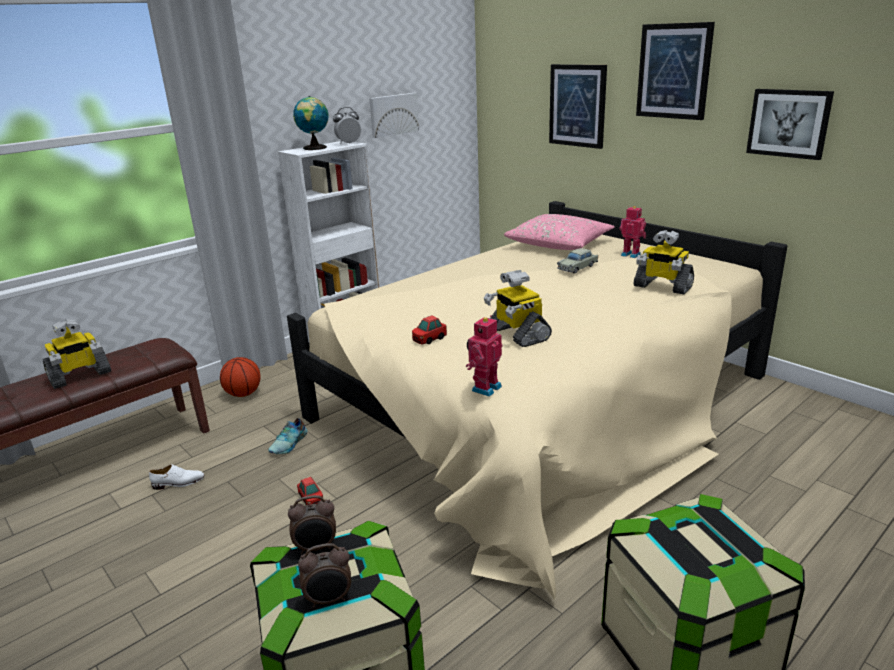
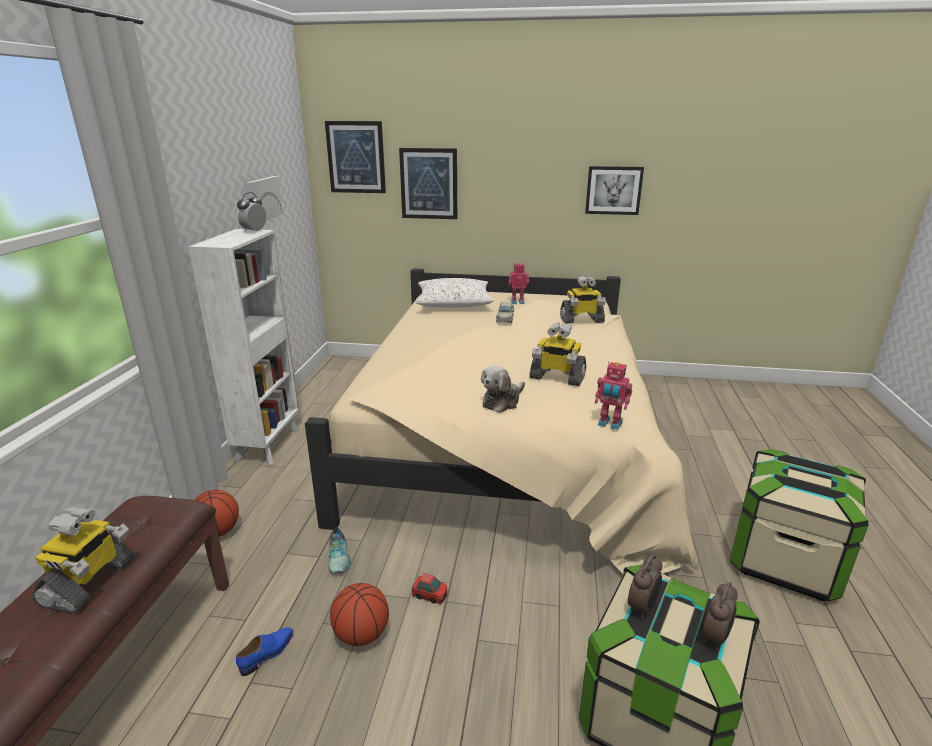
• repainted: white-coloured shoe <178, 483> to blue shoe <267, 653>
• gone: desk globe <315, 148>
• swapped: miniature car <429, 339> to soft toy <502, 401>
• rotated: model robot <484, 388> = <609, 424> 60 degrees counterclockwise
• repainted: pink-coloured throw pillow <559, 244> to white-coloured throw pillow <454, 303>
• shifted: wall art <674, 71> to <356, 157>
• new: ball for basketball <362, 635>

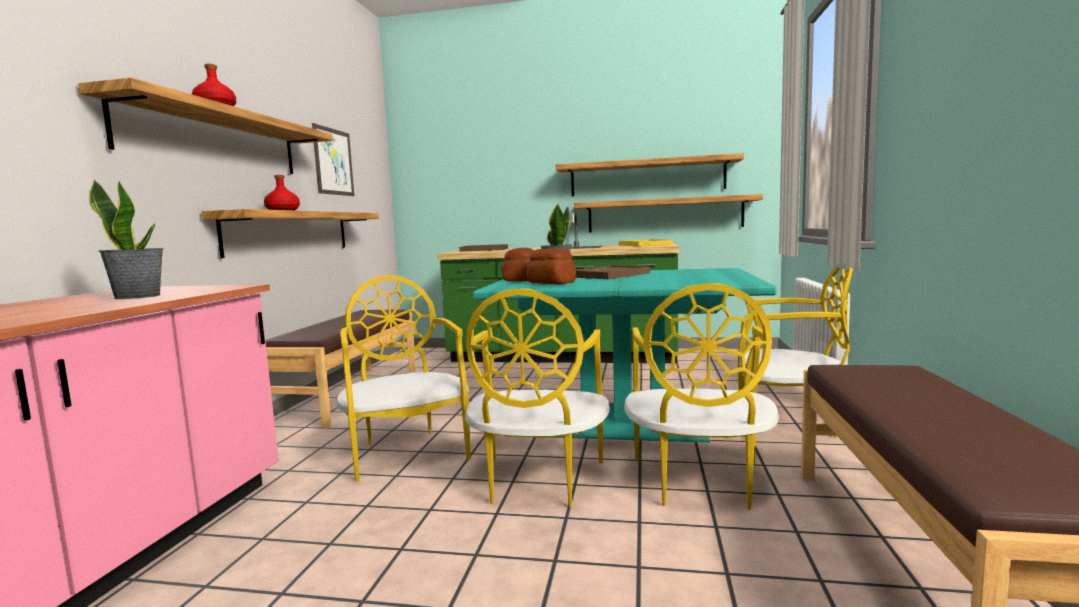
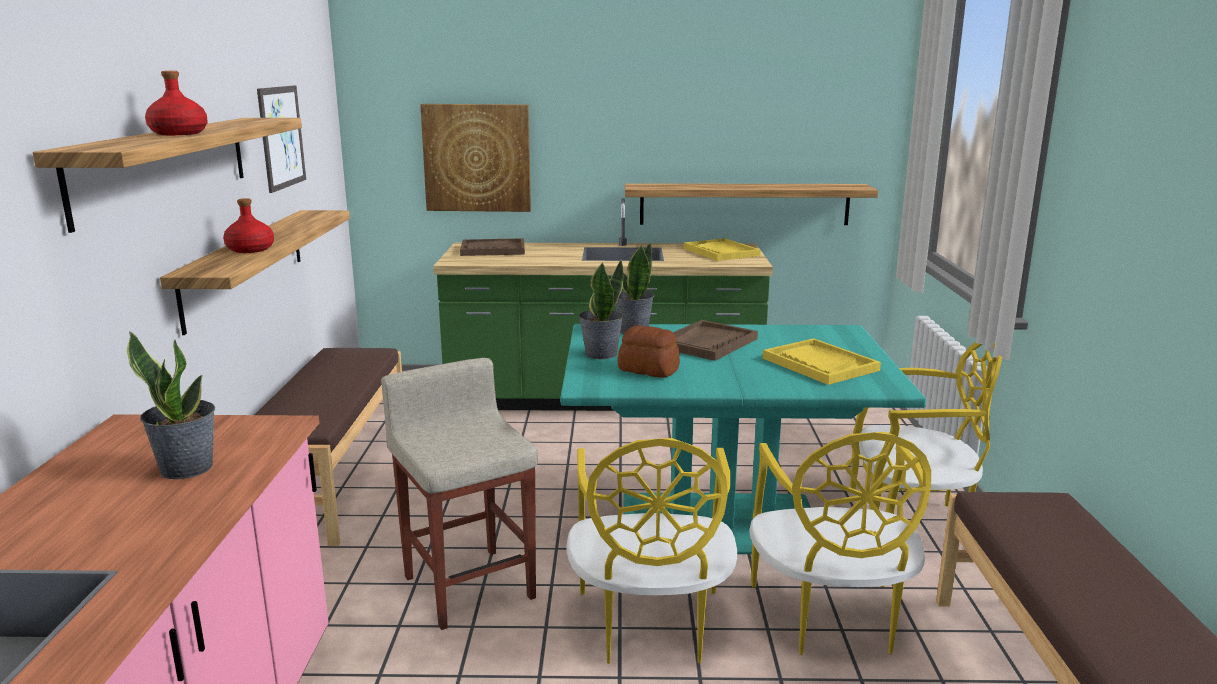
• swapped: yellow-coloured plain chair <407, 452> to beige sitting stool <468, 586>
• swapped: baked bread <522, 279> to houseplant <600, 354>
• gone: wall shelf <646, 177>
• new: wall art <477, 158>
• new: yellow-coloured serving tray <819, 364>

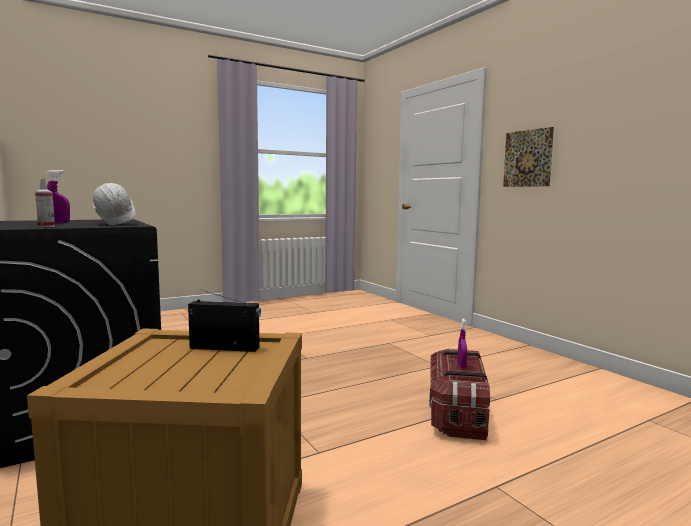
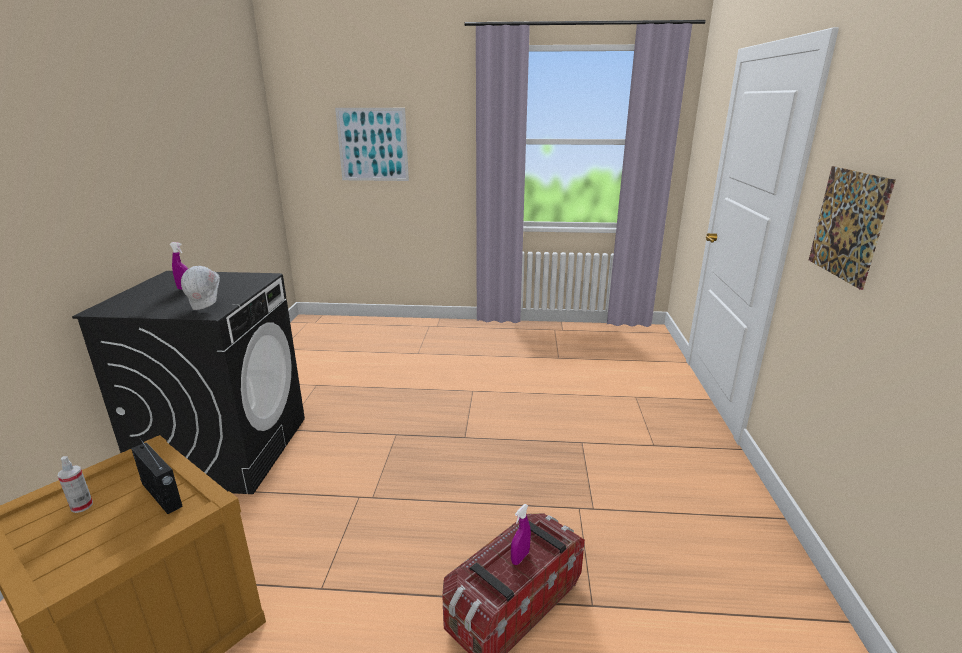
• shifted: sprayer <46, 226> to <82, 506>
• new: wall art <372, 145>

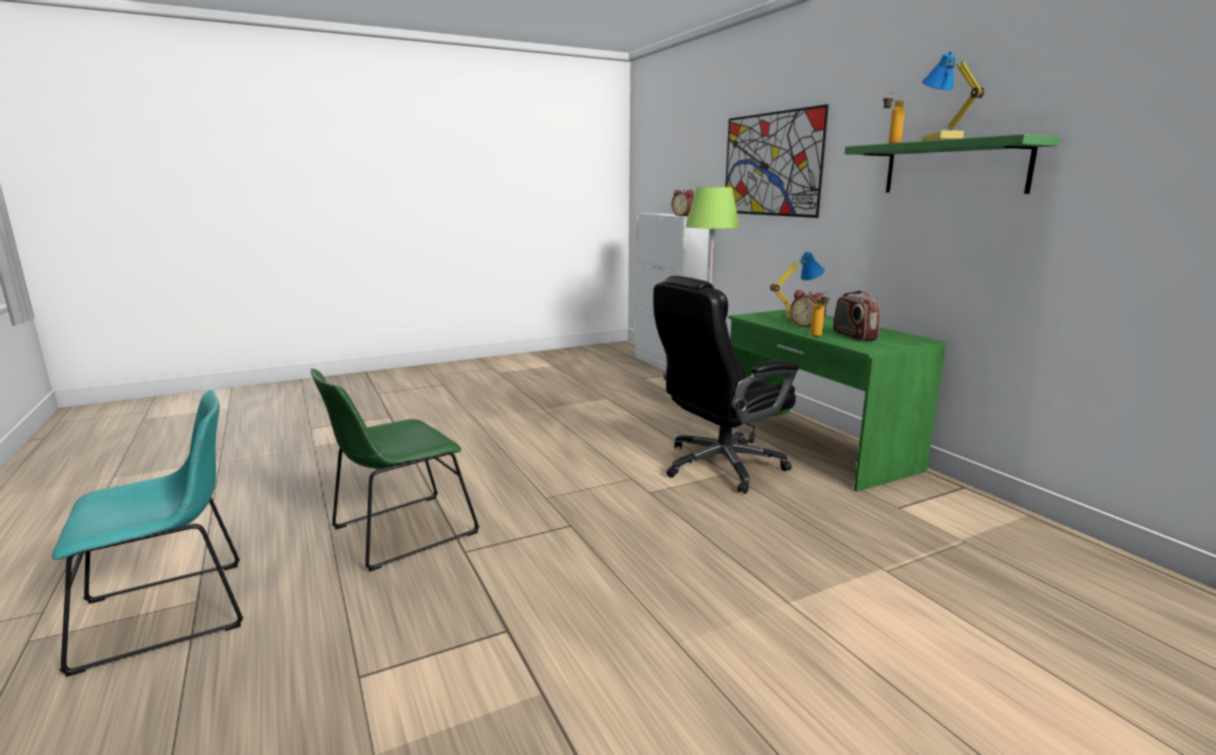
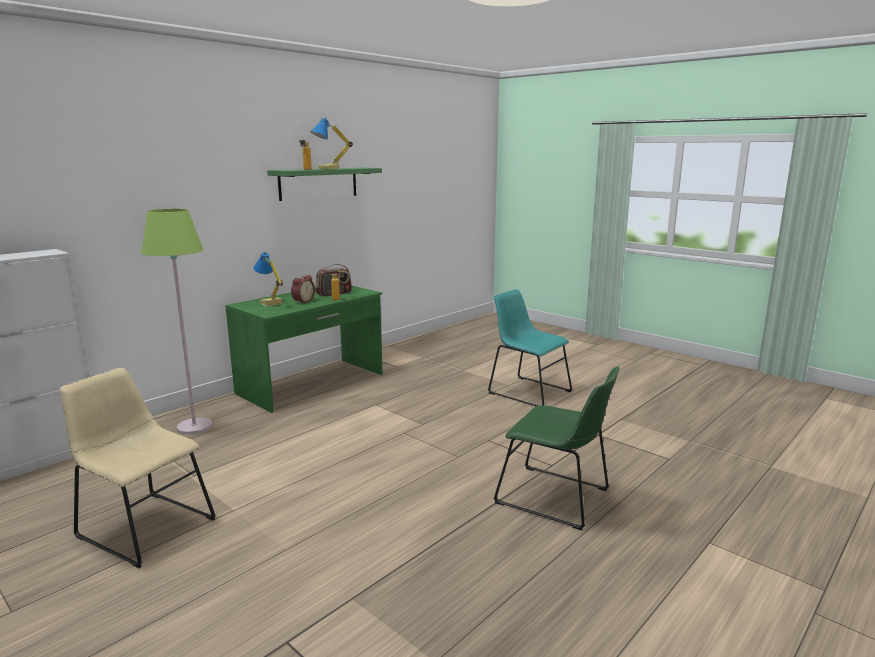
• shifted: blue-green plain chair <173, 611> to <526, 391>
• gone: black desk chair <720, 466>
• gone: alarm clock <684, 216>
• gone: wall art <771, 164>
• new: beige plain chair <143, 526>

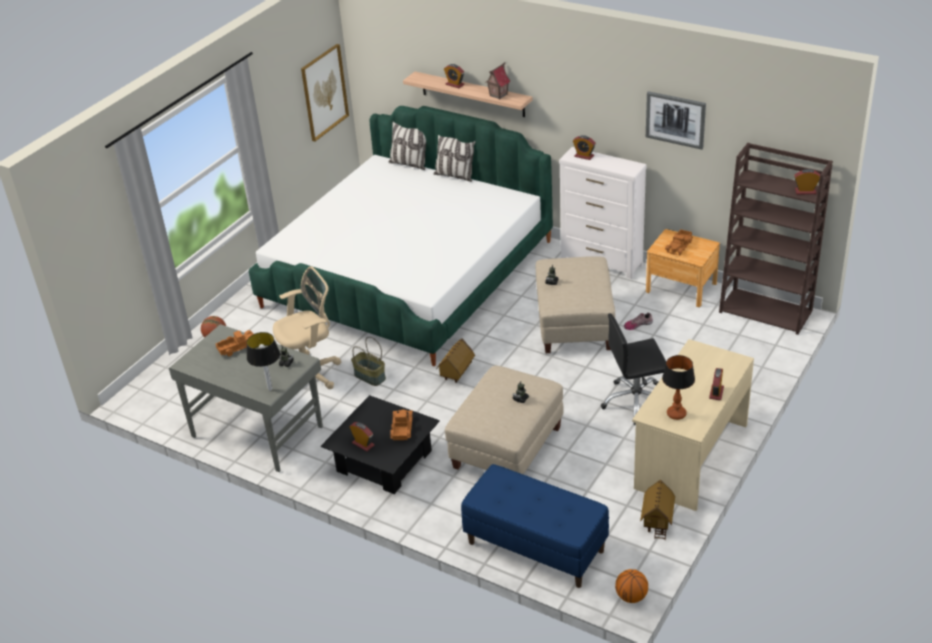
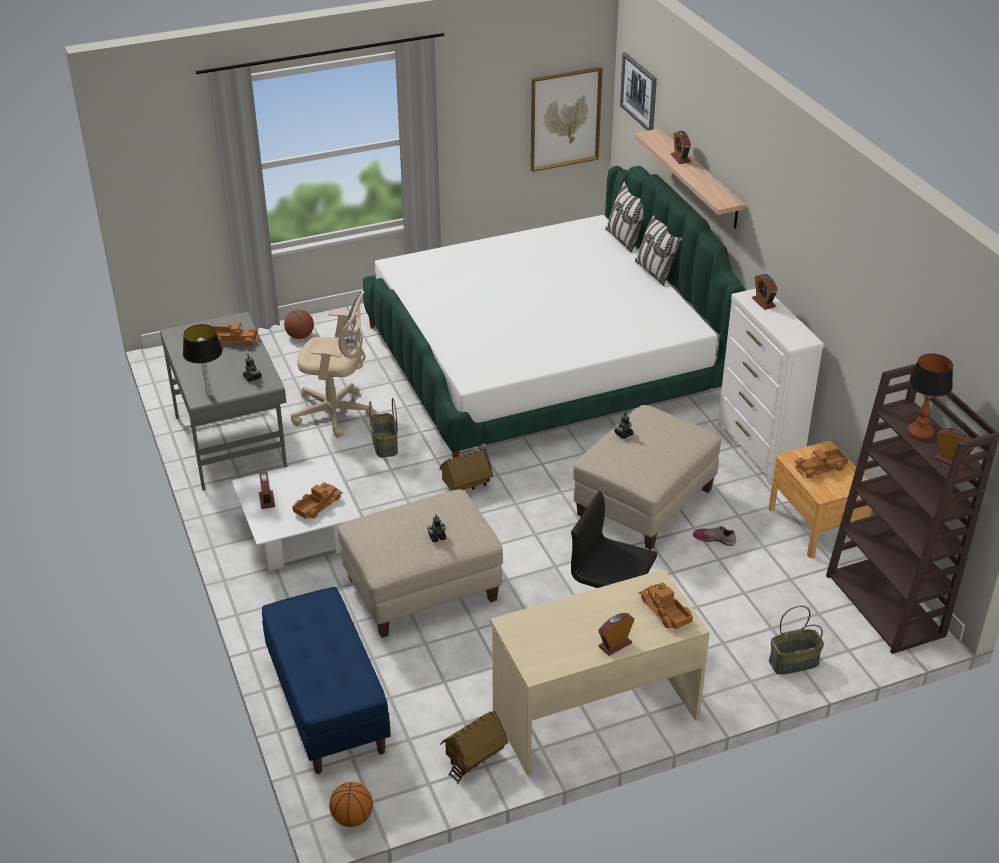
• repainted: black coffee table <384, 461> to white-coloured coffee table <299, 534>
• gone: model house <498, 95>
• shifted: wall art <675, 119> to <639, 92>
• shifted: tabletop lamp <676, 414> to <919, 433>
• new: toy truck <664, 611>
• new: storage basket <793, 663>

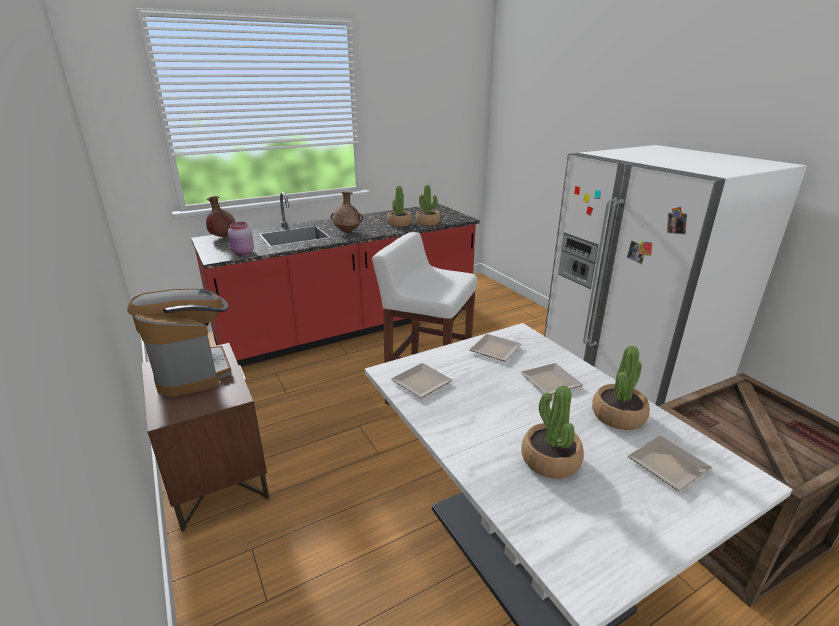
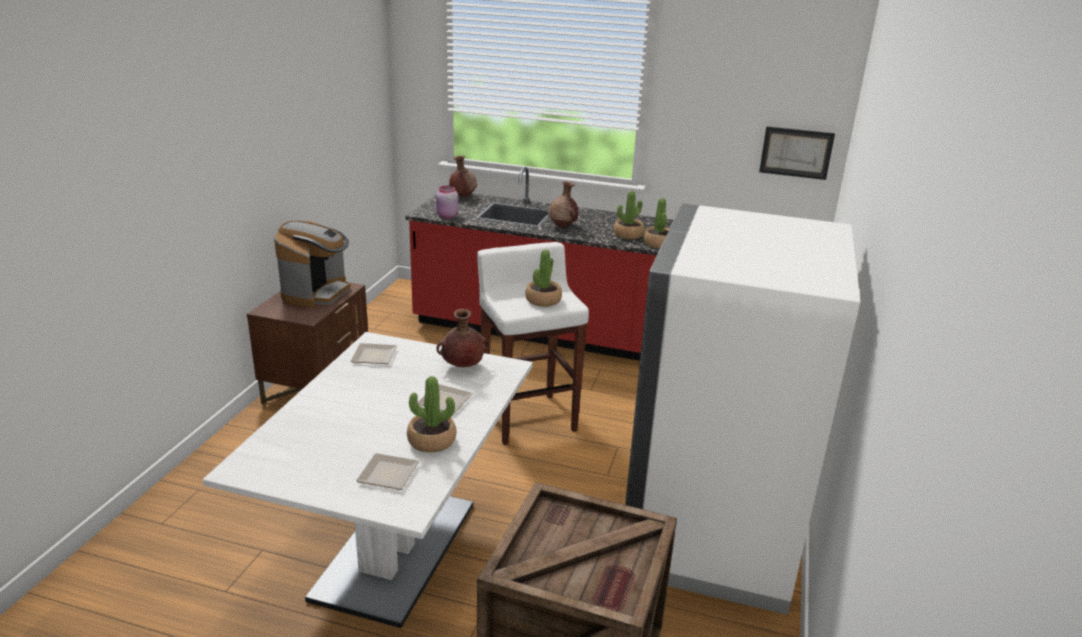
• swapped: flat dish <496, 351> to brownish flower vase <462, 366>
• shifted: houseplant <550, 460> to <543, 300>
• new: wall art <796, 152>

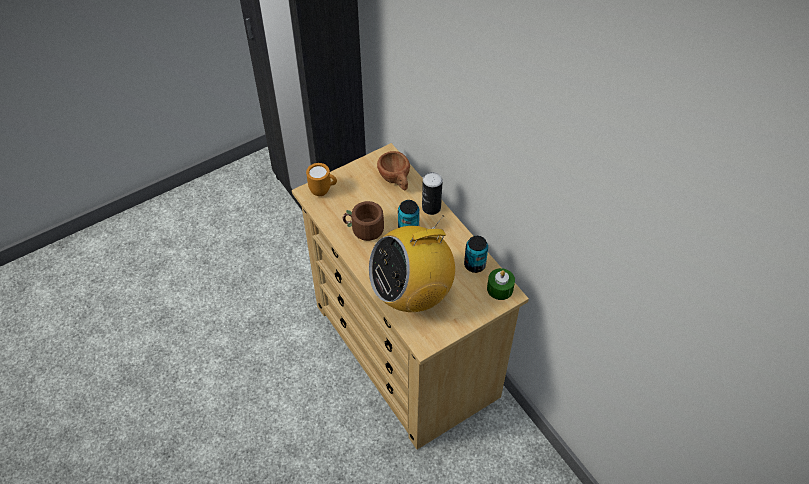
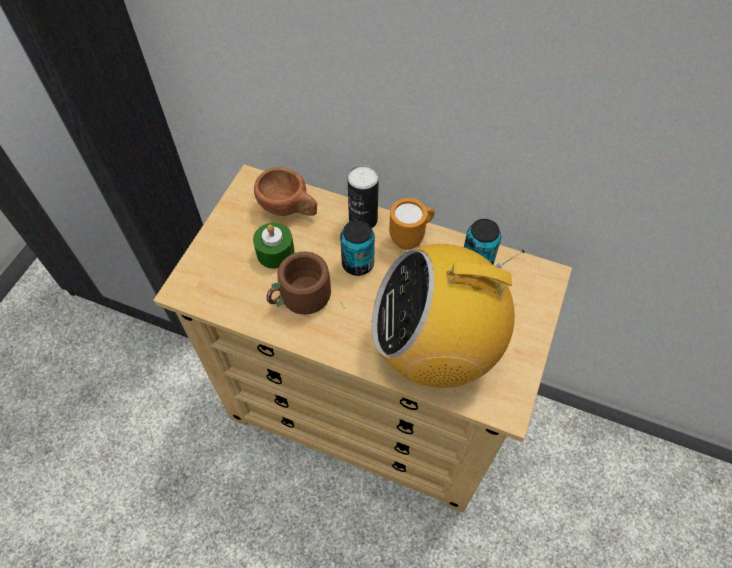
• shifted: orangey mug <323, 191> to <411, 238>
• rotated: radio receiver <412, 294> = <435, 349> 60 degrees clockwise
• shifted: green wax candle <500, 289> to <275, 252>

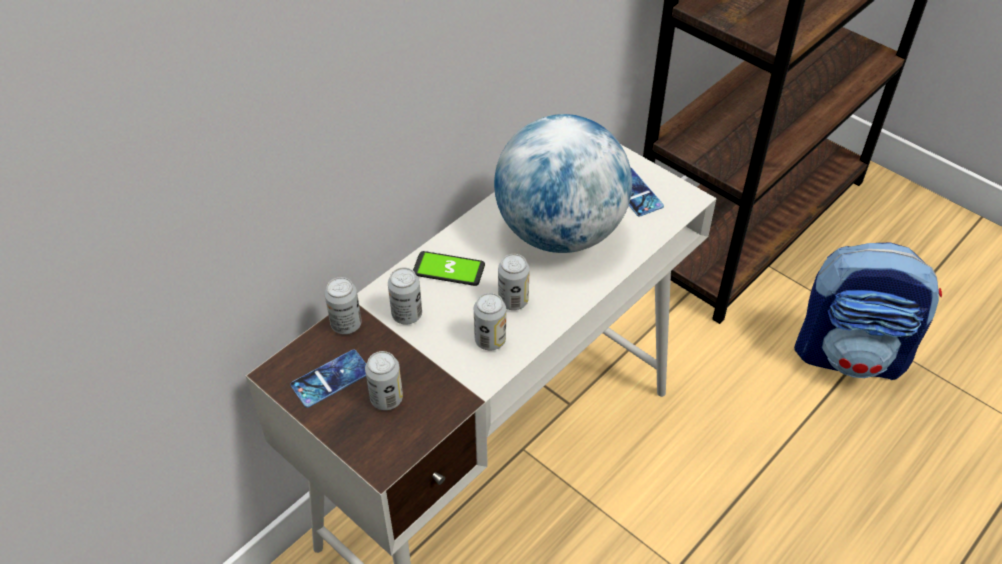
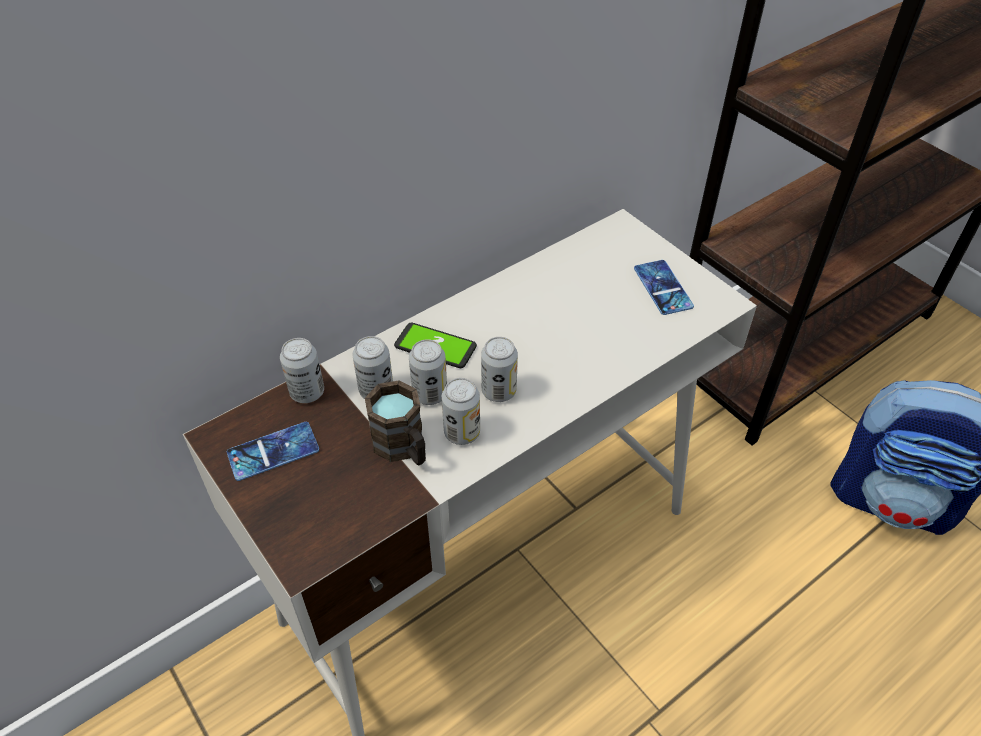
• shifted: can <386, 399> to <430, 394>
• gone: desk globe <559, 232>
• new: brownish mug <403, 448>

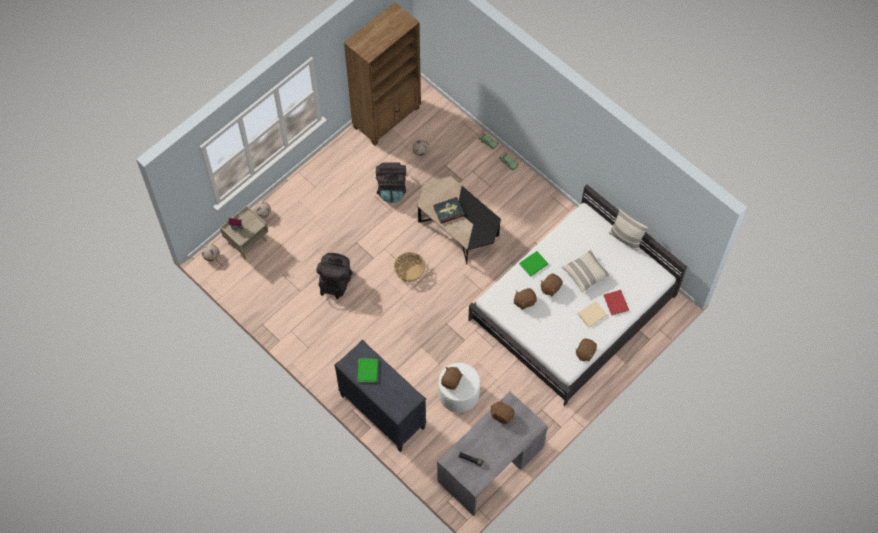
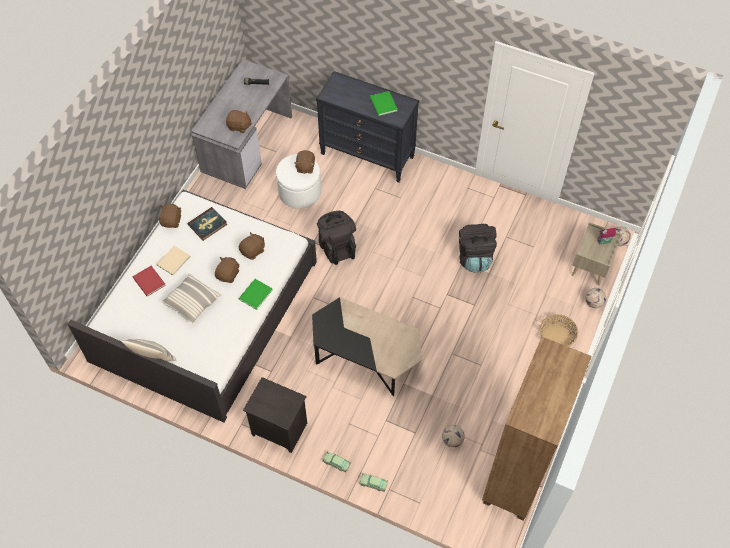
• shifted: black knapsack <391, 189> to <337, 247>
• shifted: storage basket <409, 271> to <556, 337>
• shifted: volume <448, 211> to <207, 225>
• new: black nightstand <278, 429>

